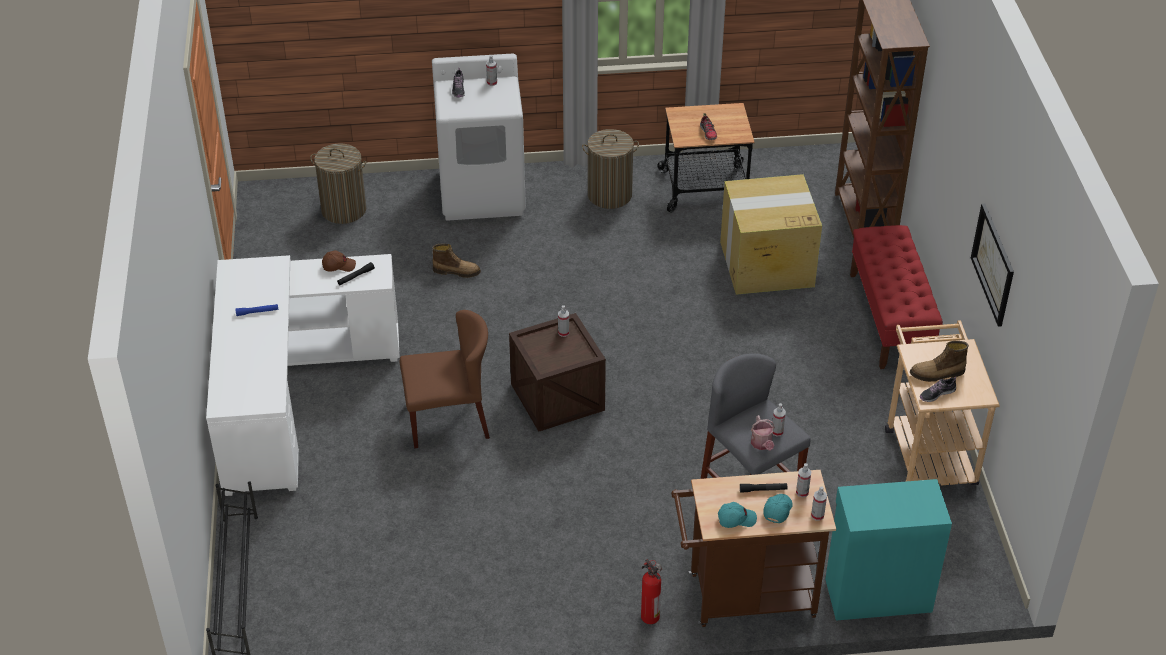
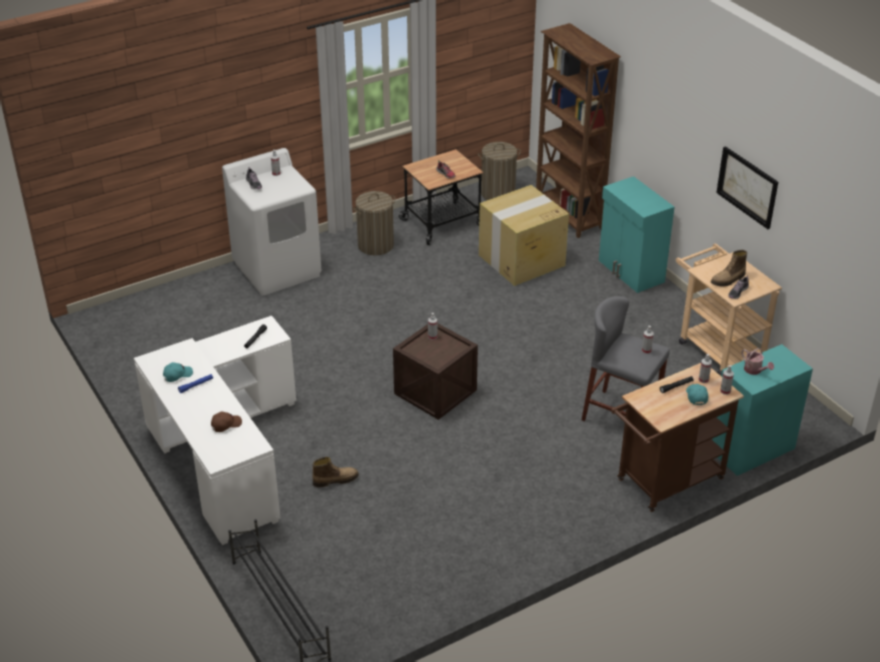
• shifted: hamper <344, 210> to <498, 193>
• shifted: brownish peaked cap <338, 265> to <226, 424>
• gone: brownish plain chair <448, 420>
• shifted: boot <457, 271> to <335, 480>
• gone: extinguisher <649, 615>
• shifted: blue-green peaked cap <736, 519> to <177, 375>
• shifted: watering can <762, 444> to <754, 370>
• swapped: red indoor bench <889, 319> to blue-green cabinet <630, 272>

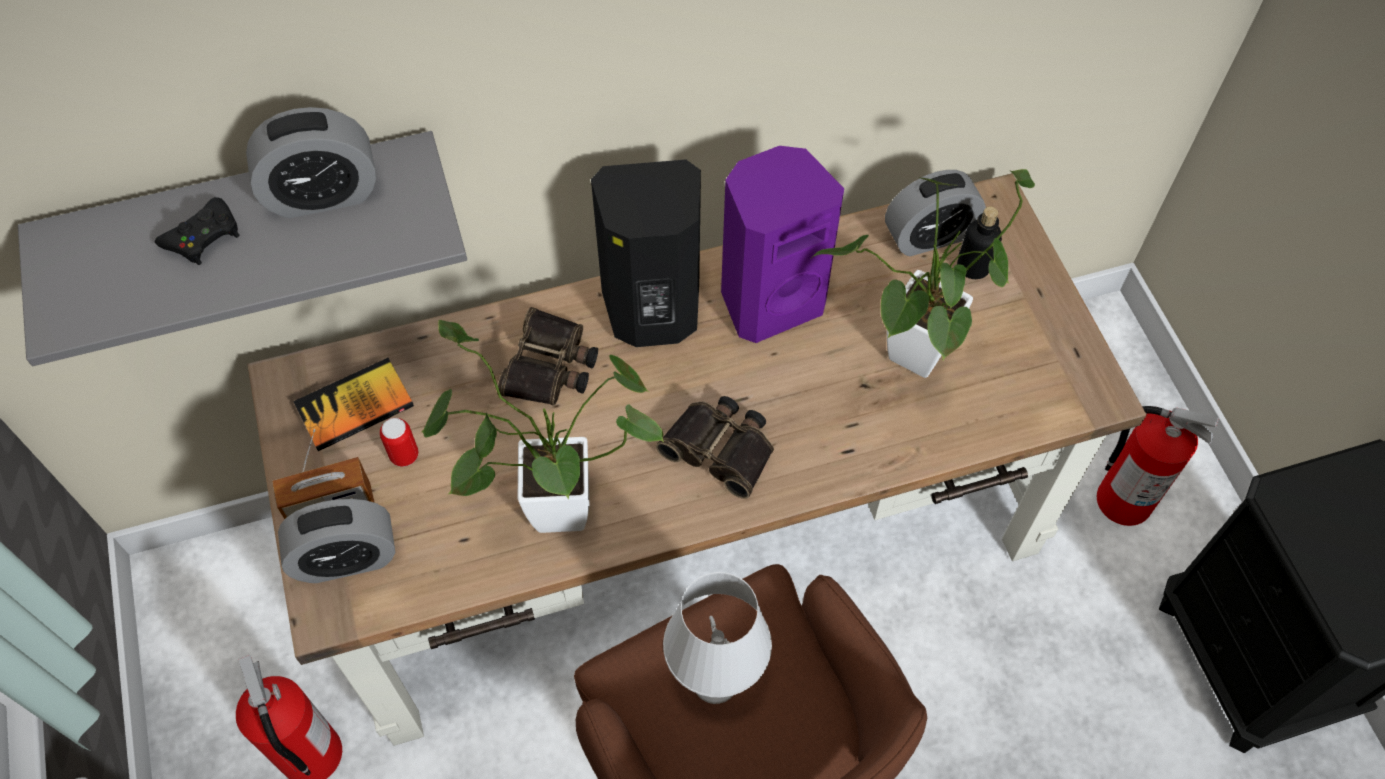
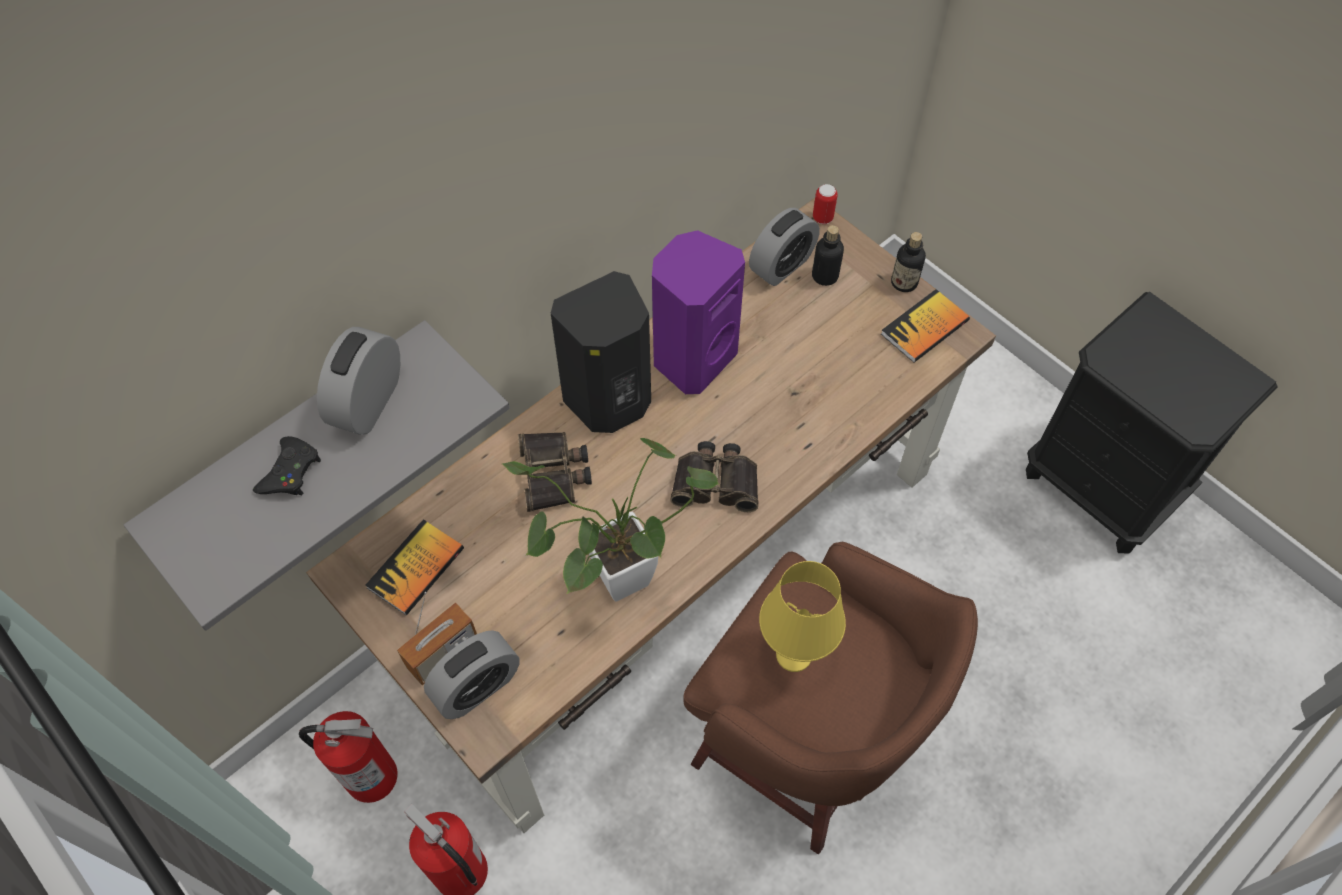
• rotated: alarm clock <322, 195> = <368, 402> 150 degrees clockwise
• shifted: can <404, 455> to <822, 218>
• repainted: white-coloured tabletop lamp <714, 681> to yellow-coloured tabletop lamp <793, 655>
• gone: houseplant <909, 364>
• shifted: extinguisher <1123, 499> to <370, 775>
• new: volume <924, 327>
• new: bottle <904, 282>

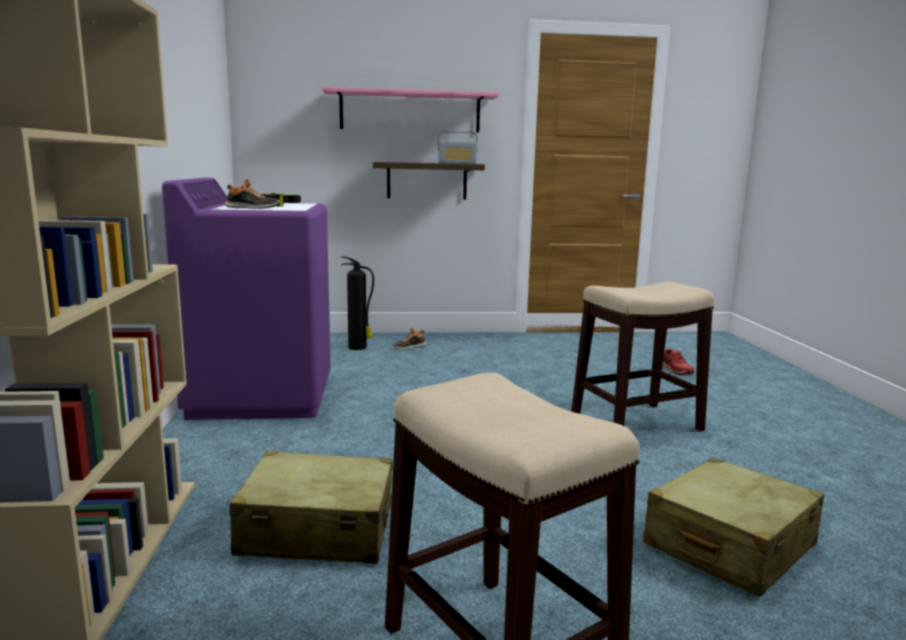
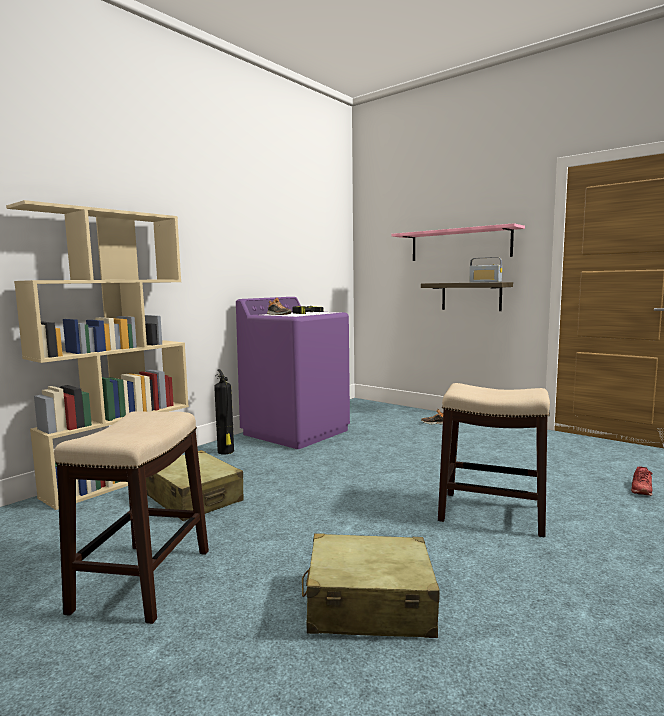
• shifted: extinguisher <358, 348> to <226, 452>

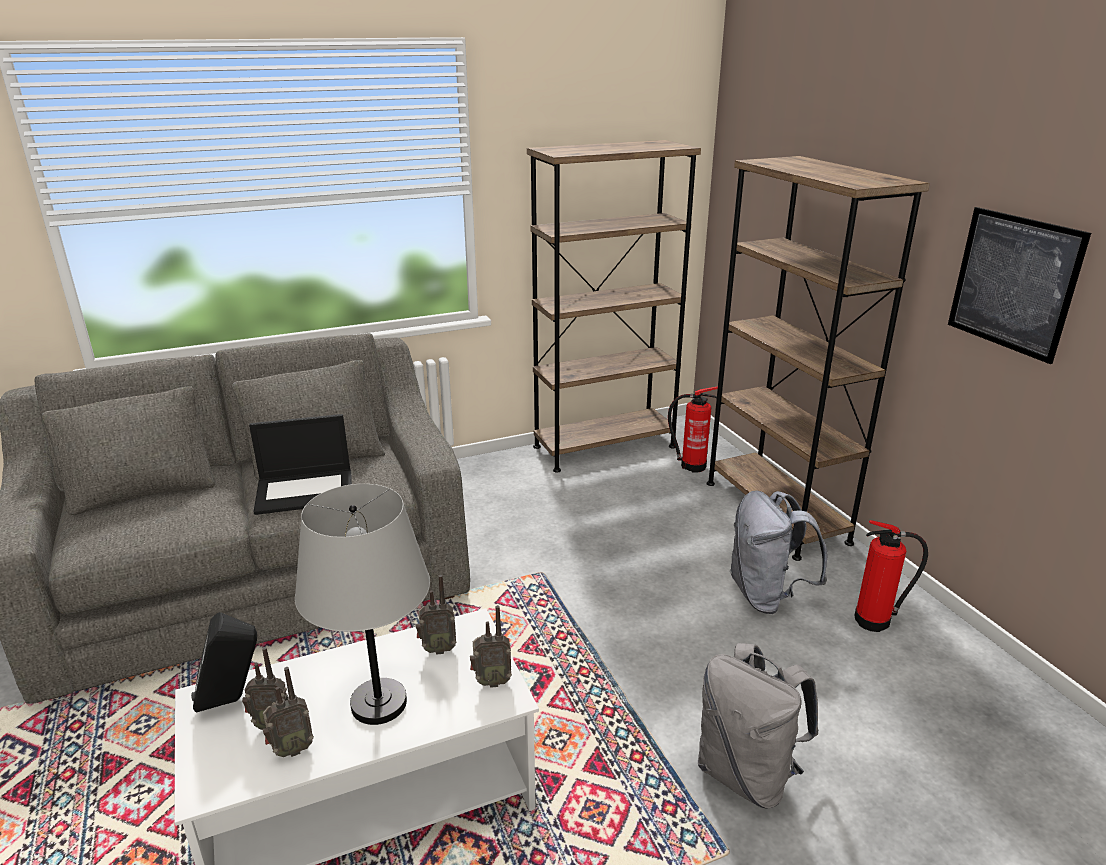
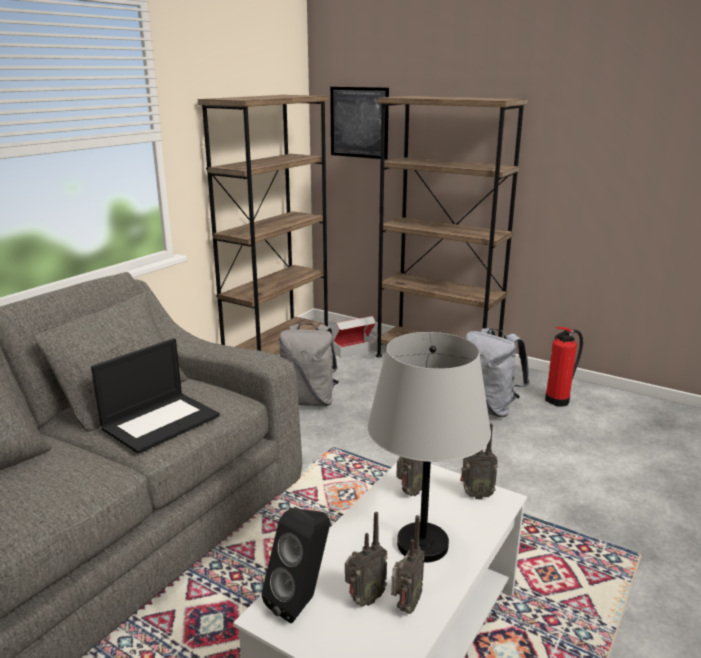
• rotated: radio receiver <491, 681> = <476, 495> 45 degrees clockwise
• swapped: extinguisher <690, 465> to carton <353, 349>
• shifted: greyish knapsack <747, 774> to <309, 401>
• shifted: wall art <1013, 283> to <359, 122>

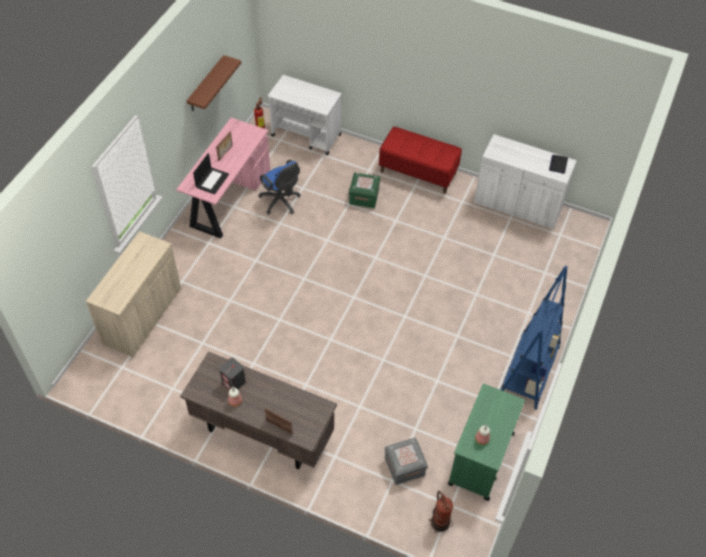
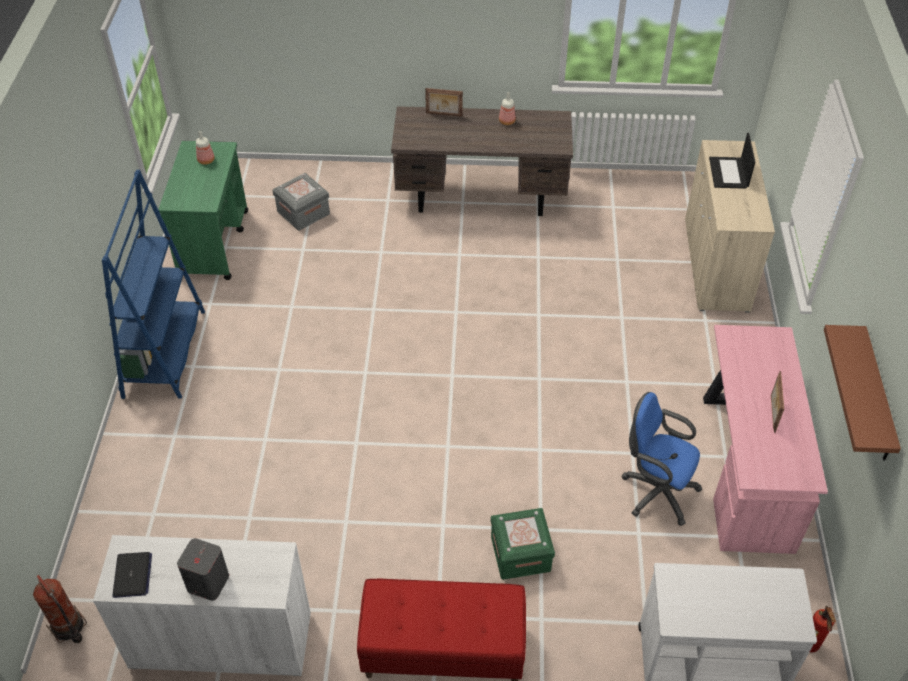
• shifted: laptop <212, 180> to <729, 173>
• shifted: greyish speaker <234, 382> to <207, 582>
• shifted: extinguisher <440, 521> to <68, 628>

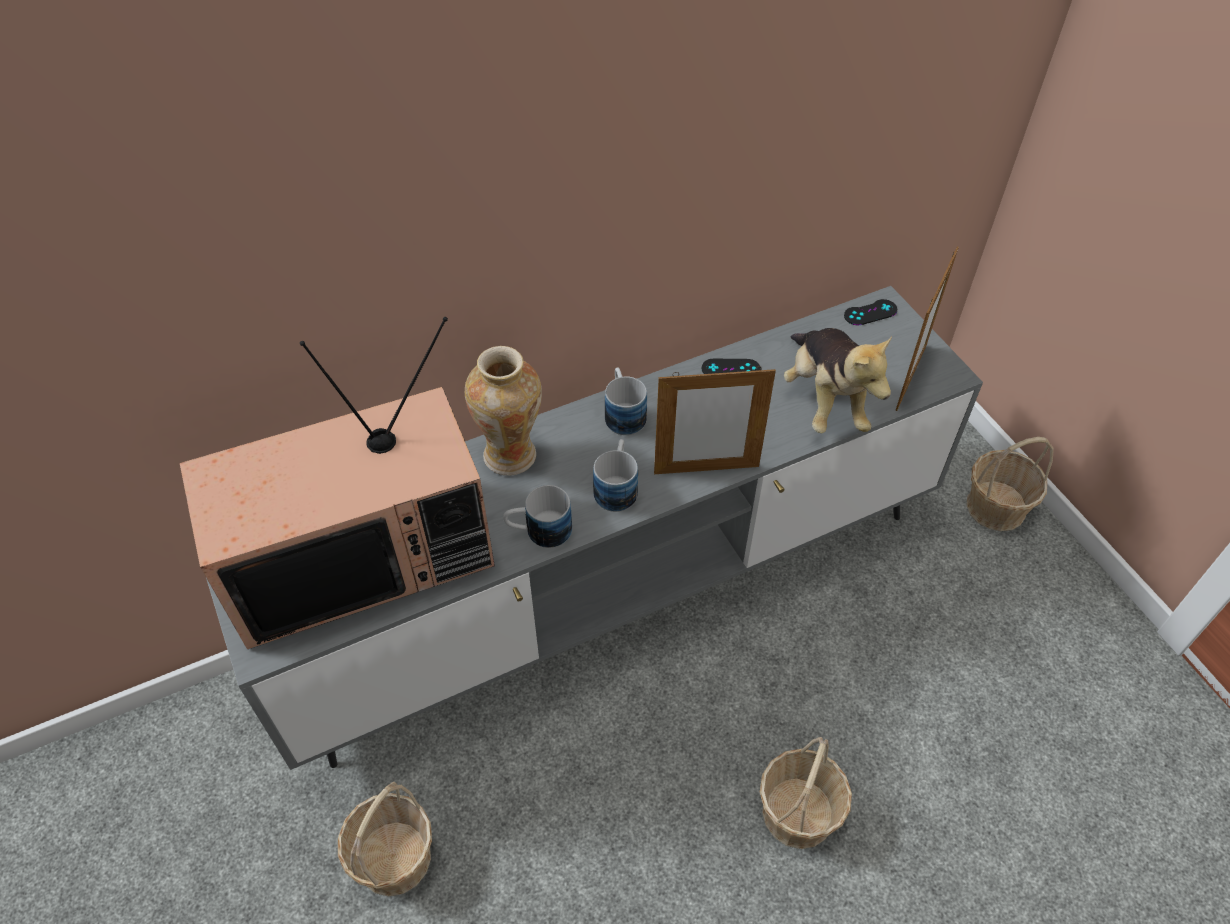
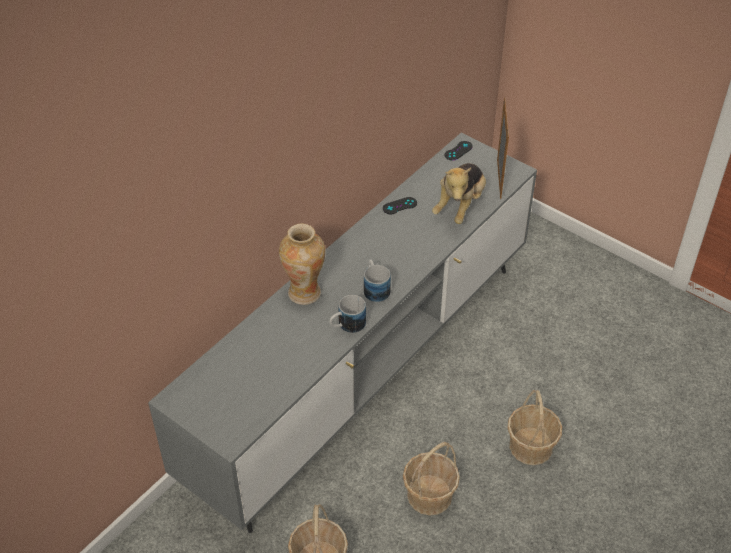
• gone: TV <362, 554>
• gone: mug <623, 413>
• gone: standing frame <706, 469>
• rotated: soft toy <825, 399> = <460, 205> 60 degrees clockwise
• shifted: storage basket <995, 506> to <429, 495>

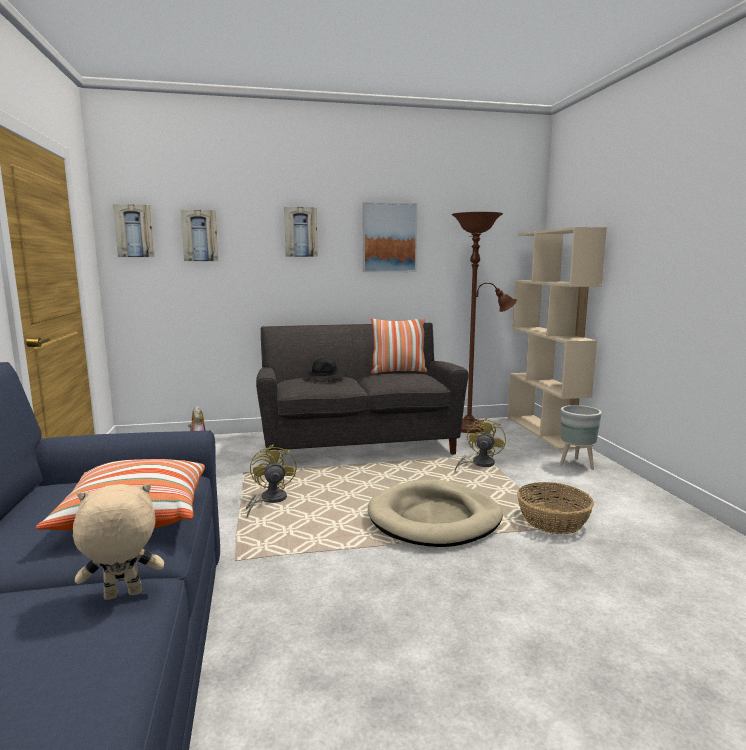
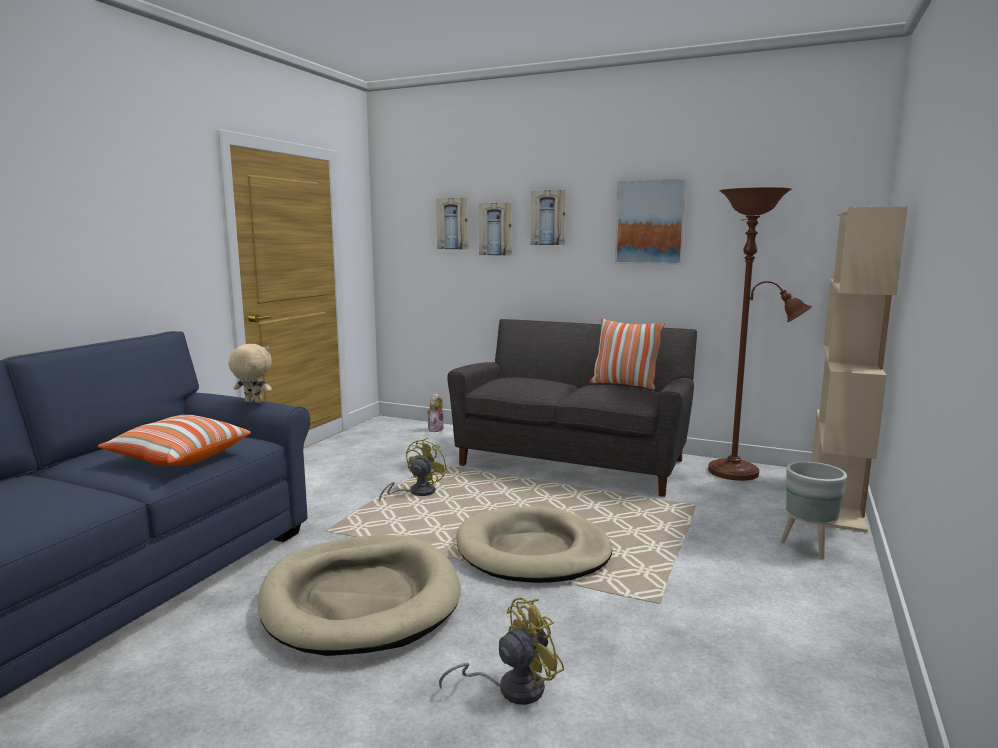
• shifted: beige soft toy <122, 596> to <253, 402>
• shifted: wall art <134, 231> to <496, 229>
• gone: black wearable hat <325, 377>
• shifted: yellow-coloured cooling fan <479, 464> to <511, 688>
• gone: storage basket <553, 521>
• new: beige dog bed <361, 599>

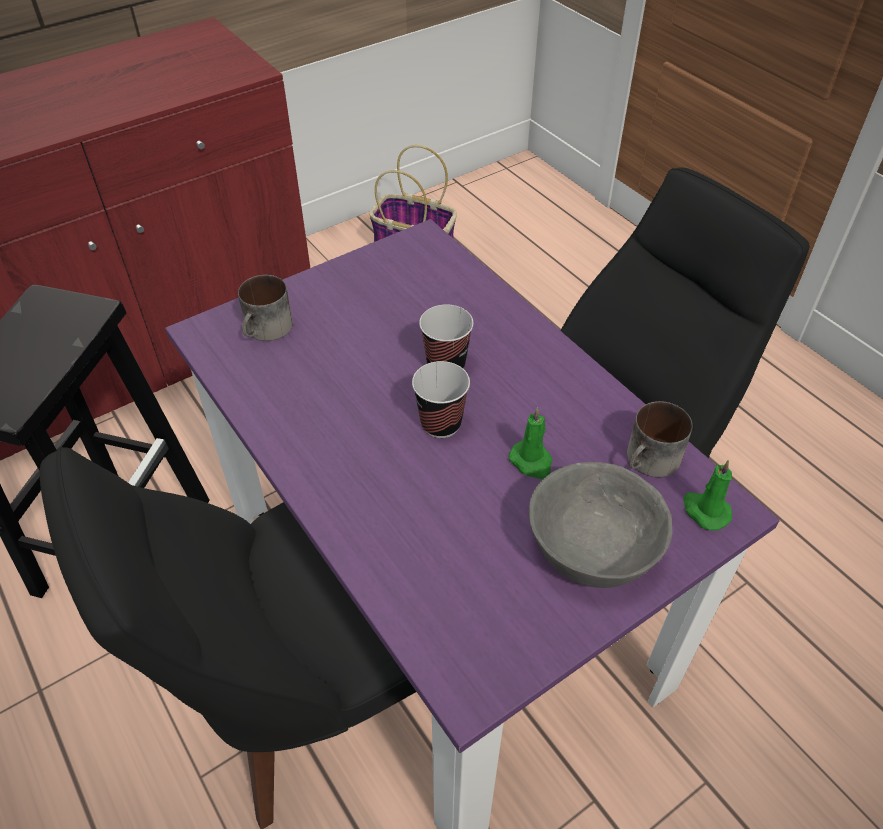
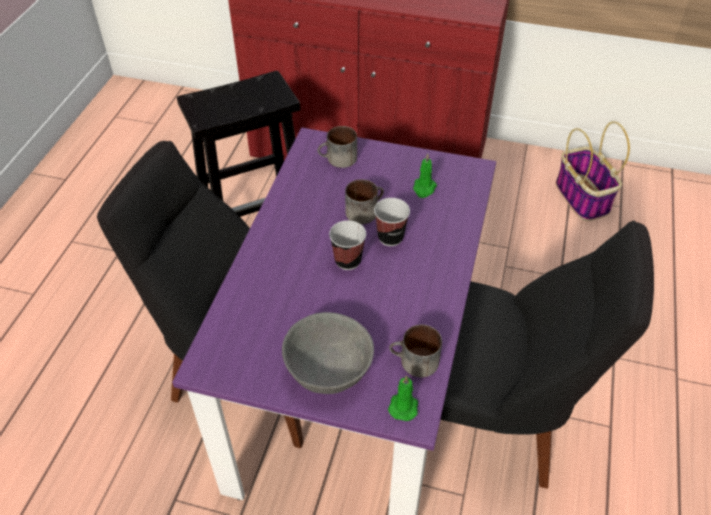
• shifted: green wax candle <532, 462> to <424, 189>
• new: mug <364, 210>

